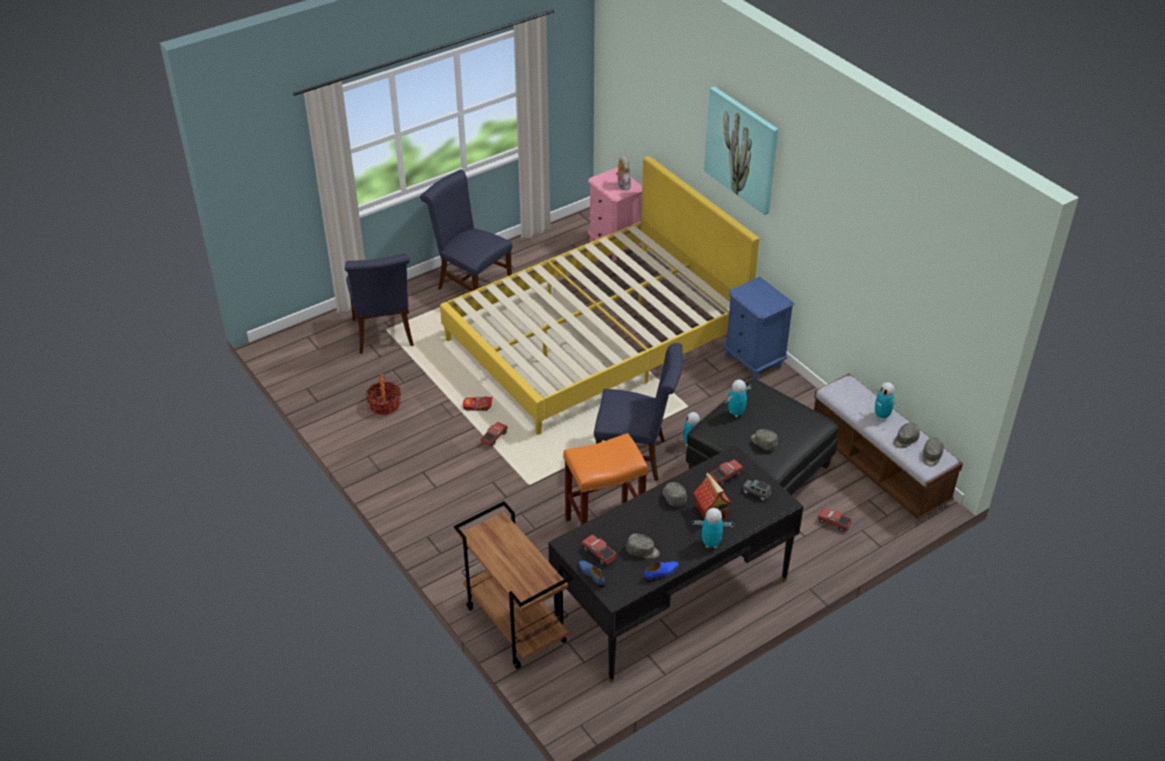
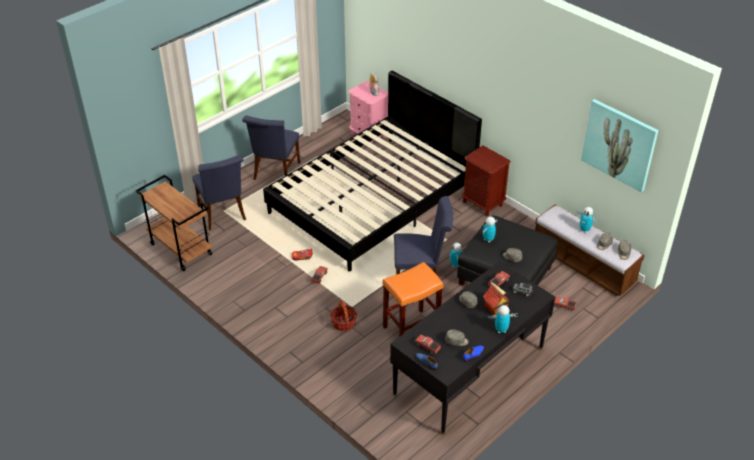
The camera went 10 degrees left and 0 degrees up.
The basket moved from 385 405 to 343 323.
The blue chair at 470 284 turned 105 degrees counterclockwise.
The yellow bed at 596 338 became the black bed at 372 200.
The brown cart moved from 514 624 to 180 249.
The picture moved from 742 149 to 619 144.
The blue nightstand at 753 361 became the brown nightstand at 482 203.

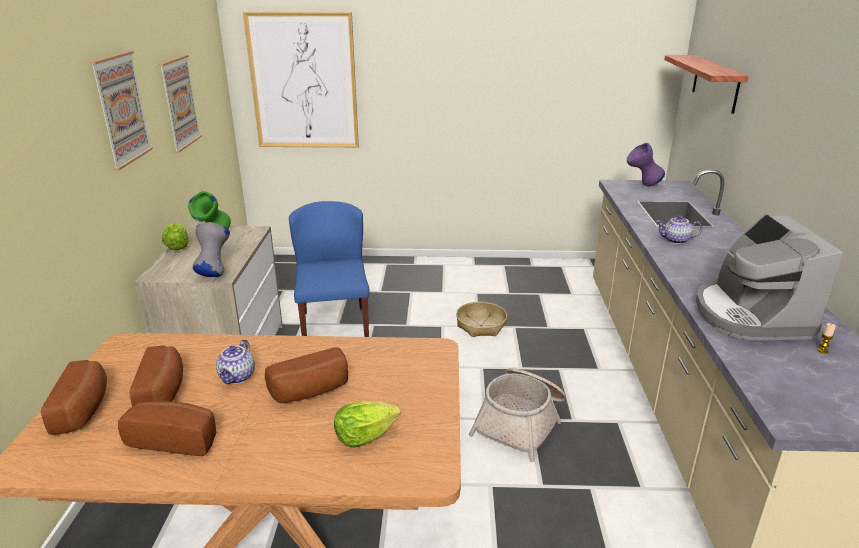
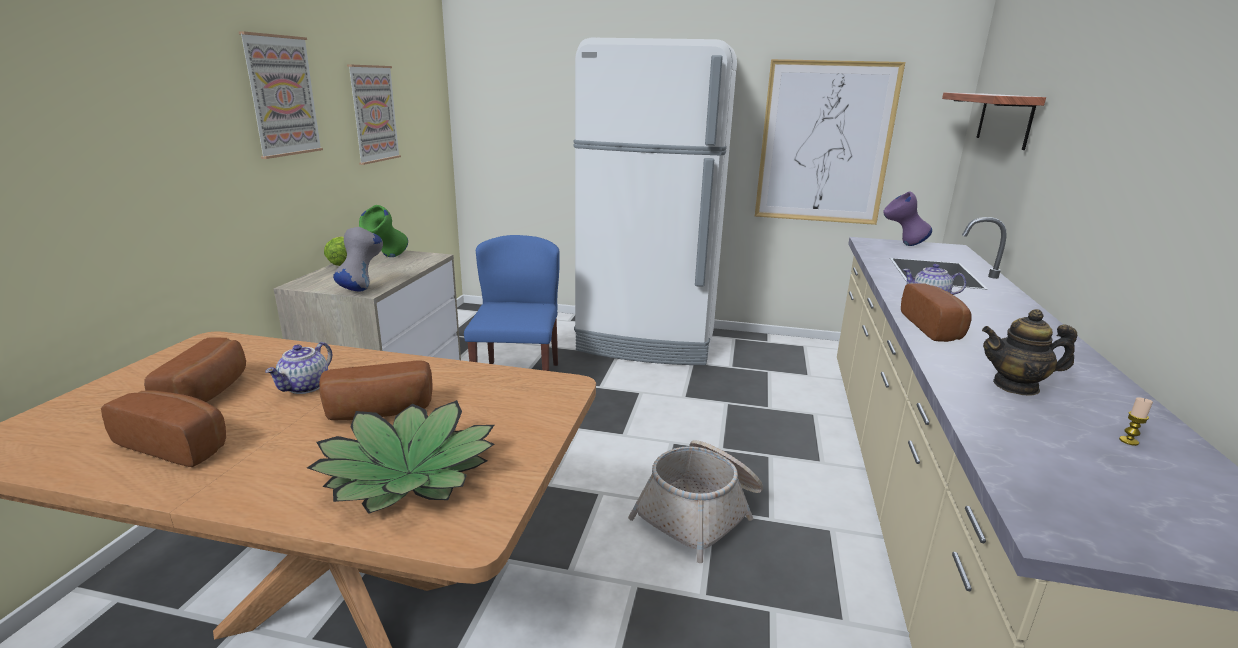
The camera went 10 degrees right and 5 degrees down.
The bread moved from 85 408 to 935 328.
The picture moved from 303 82 to 824 143.
The lettuce at 364 436 was replaced by the potted plant at 409 473.
The basket at 481 326 disappeared.
The coffee machine at 750 315 was replaced by the teapot at 1016 386.
The white fridge at 648 341 appeared.

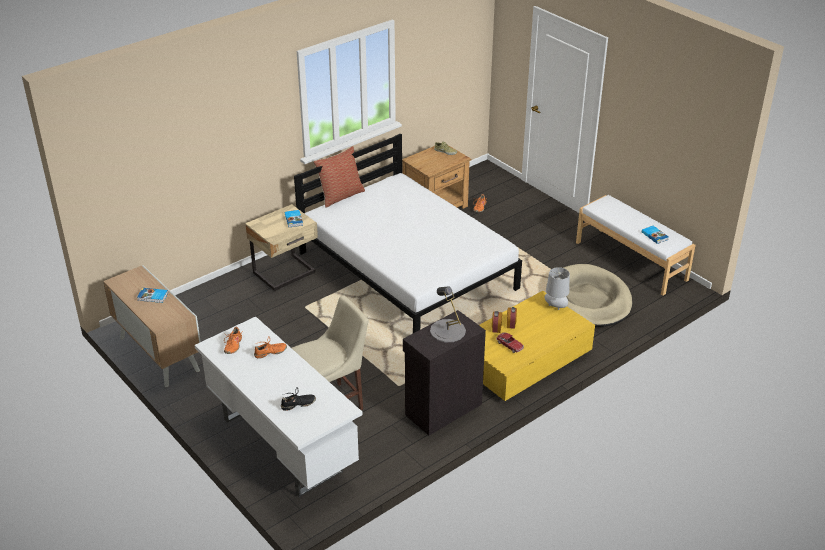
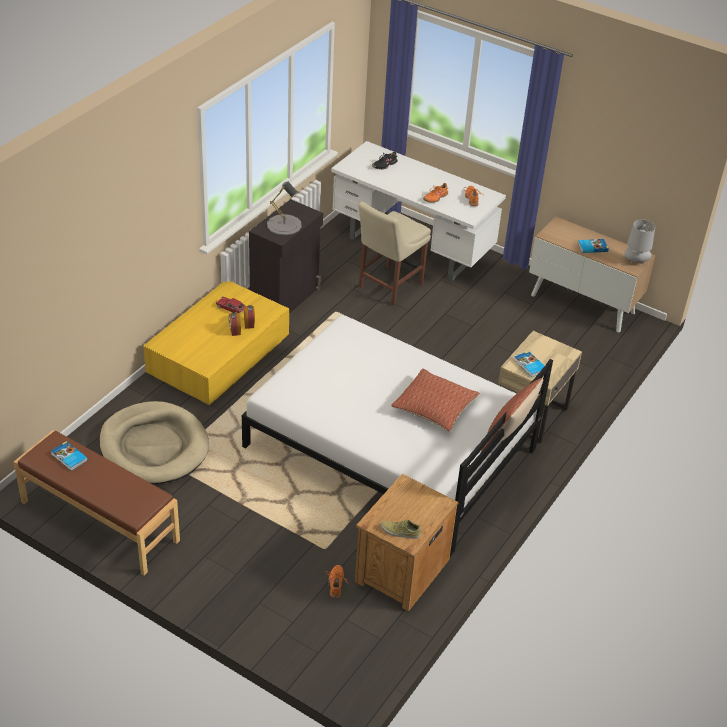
The camera went 160 degrees right and 5 degrees up.
The grey table lamp moved from 556 307 to 635 262.
The white bench at 631 261 became the brown bench at 99 522.
The pillow at 434 408 appeared.

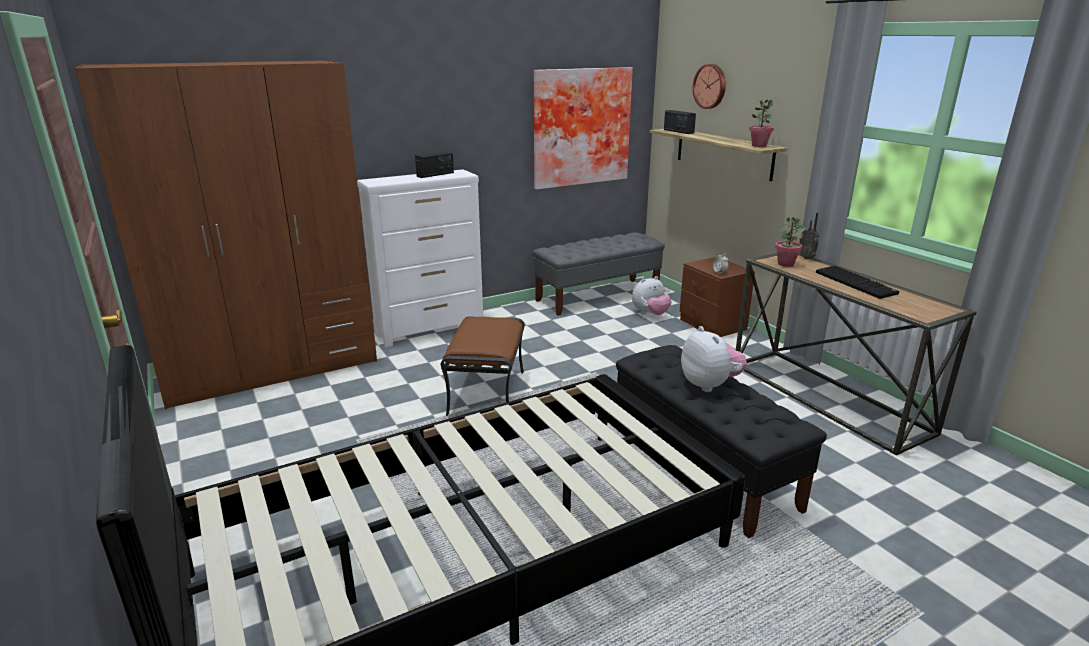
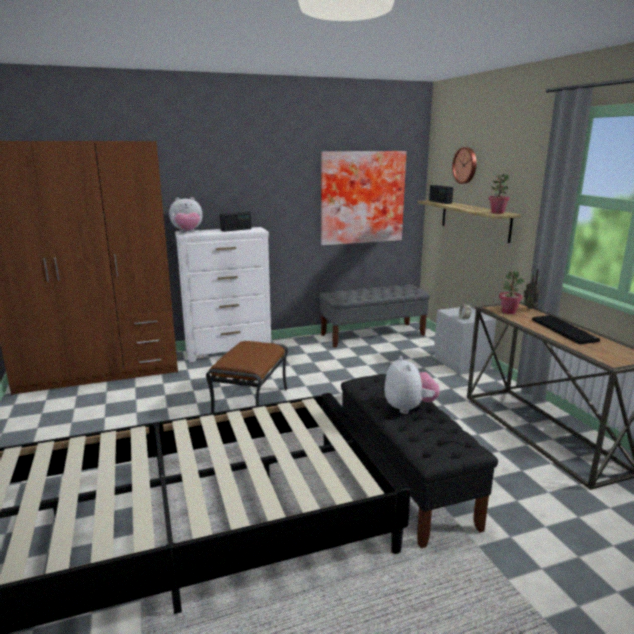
The camera went 10 degrees right and 5 degrees down.
The plush toy moved from 650 314 to 187 232.
The brown nightstand at 712 325 became the grey nightstand at 461 363.

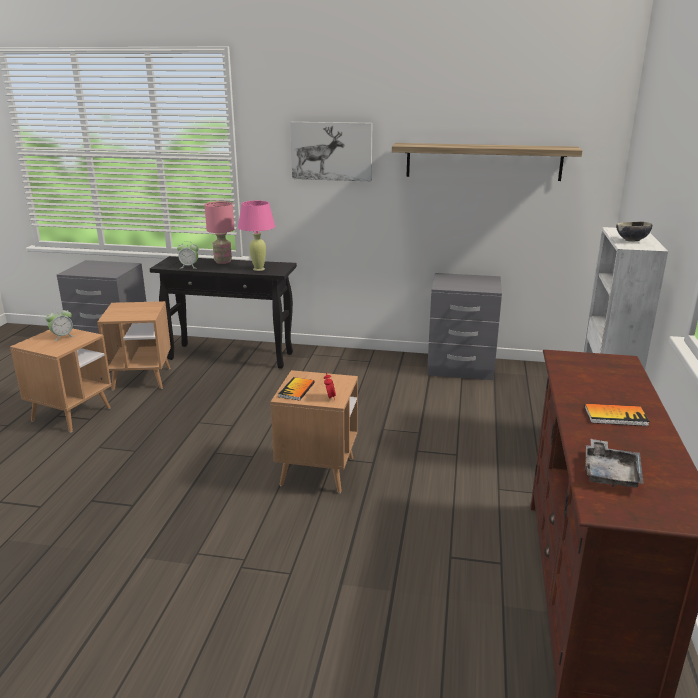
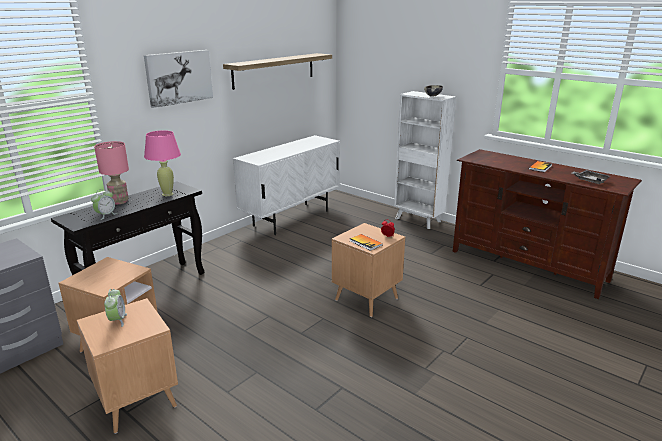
The camera went 60 degrees left and 0 degrees up.
The grey nightstand at 460 368 was replaced by the white cabinet at 291 218.

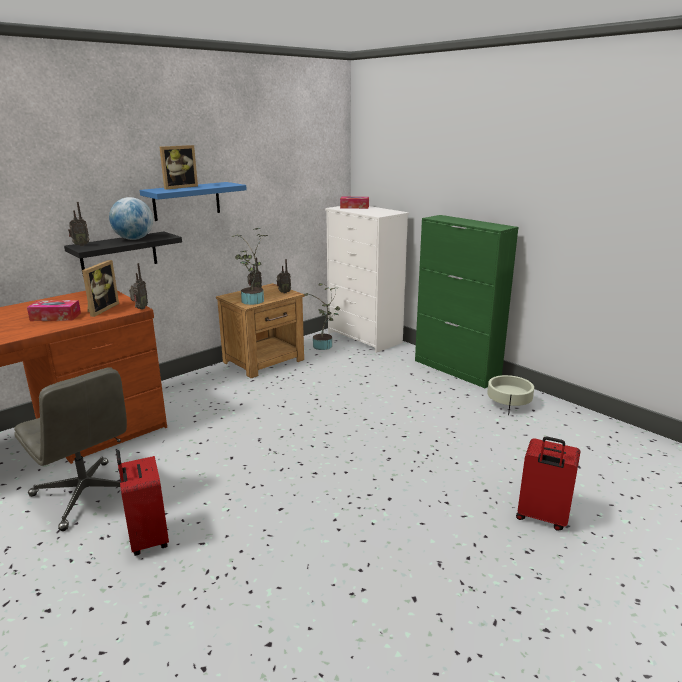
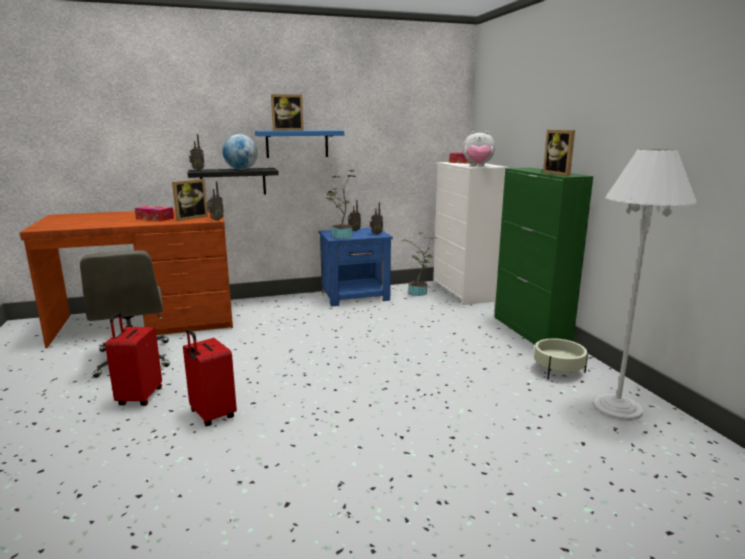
The camera went 25 degrees right and 5 degrees down.
The brown nightstand at 265 361 became the blue nightstand at 356 296.
The red suitcase moved from 541 518 to 211 415.
The plush toy at 477 166 appeared.
The picture frame at 559 174 appeared.
The white floor lamp at 617 408 appeared.

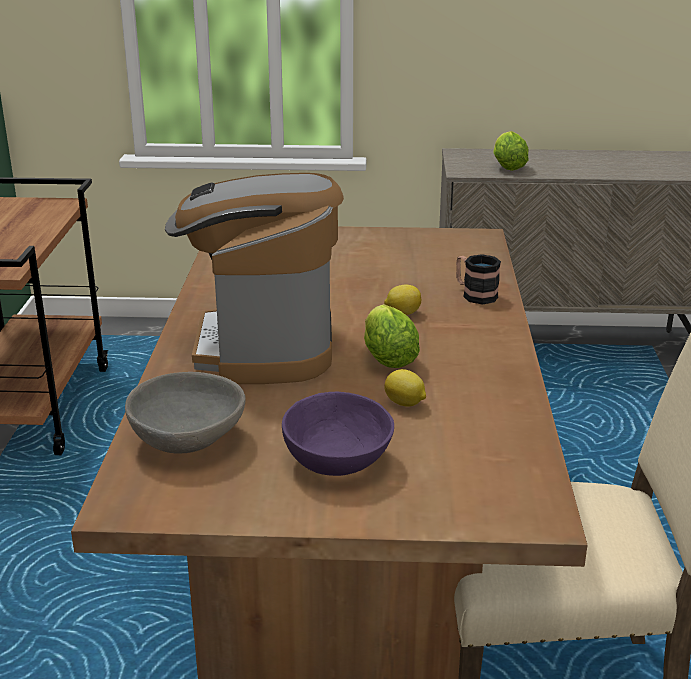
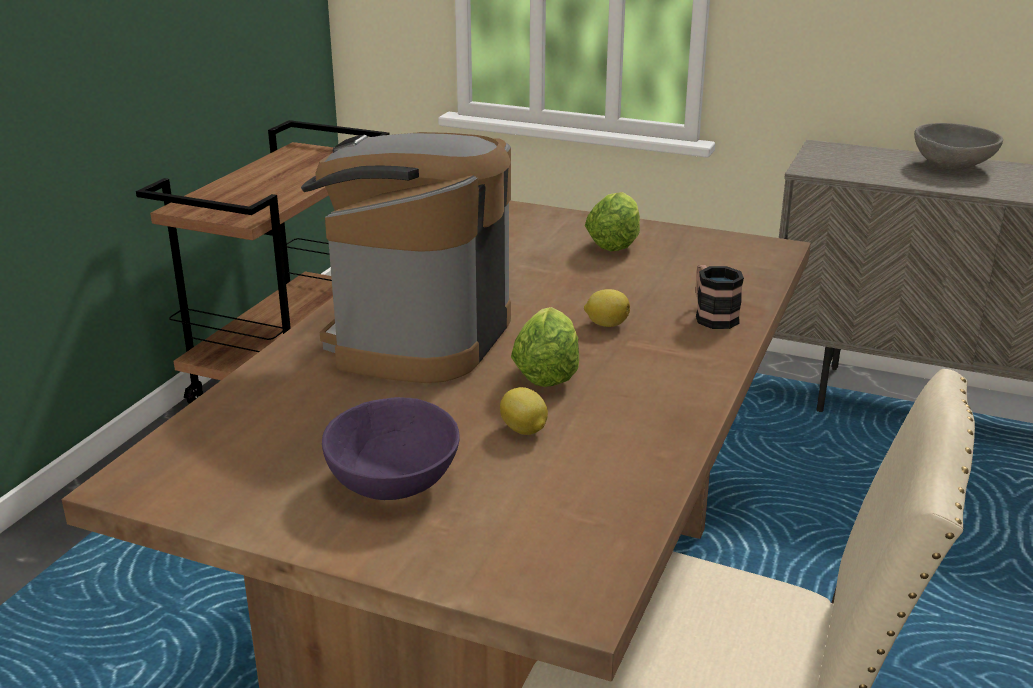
The camera went 20 degrees right and 0 degrees up.
The grey bowl moved from 187 440 to 952 166.
The lettuce moved from 507 166 to 615 242.

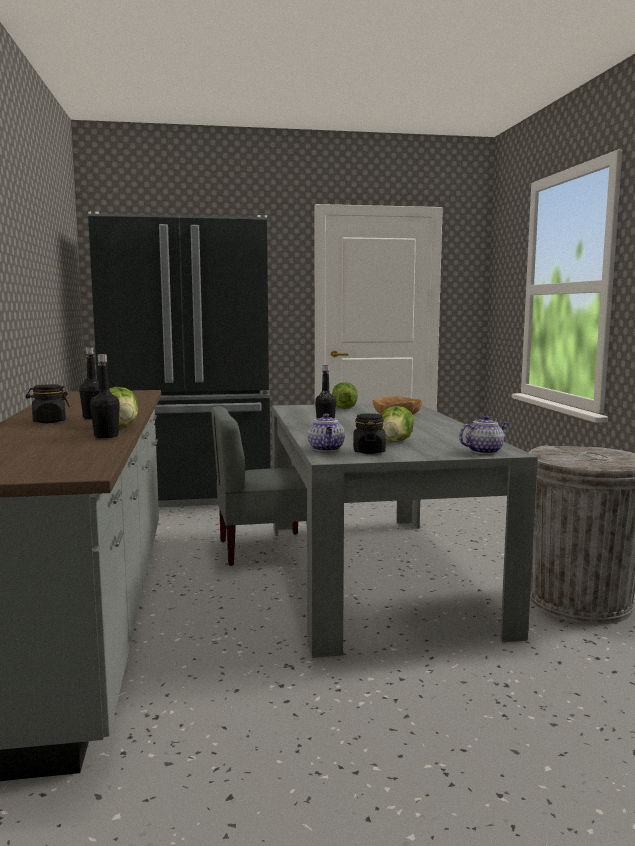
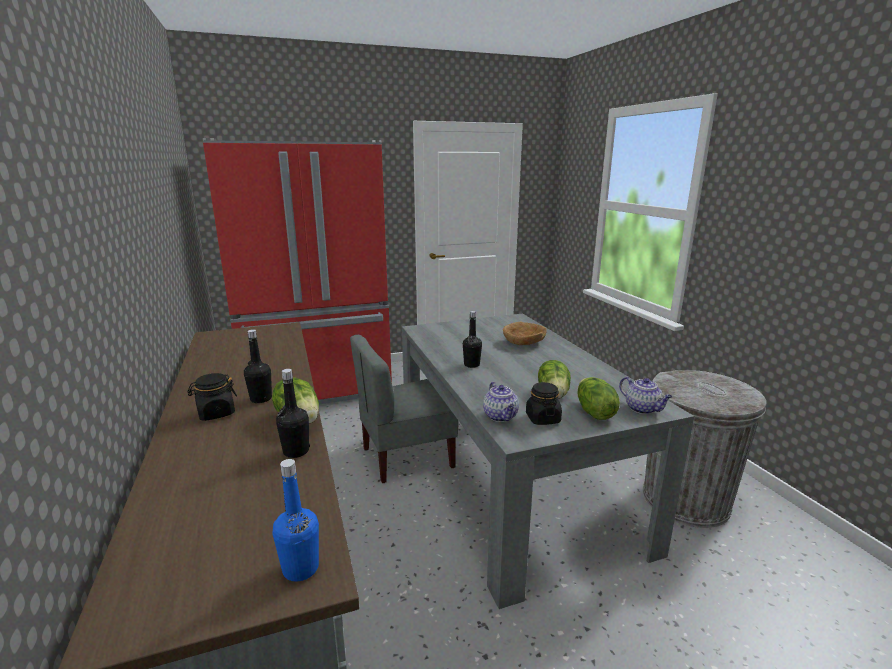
The camera went 10 degrees left and 10 degrees up.
The black fridge at 191 496 became the red fridge at 319 389.
The lettuce moved from 344 408 to 594 412.
The teapot at 484 451 turned 90 degrees clockwise.
The blue bottle at 300 568 appeared.

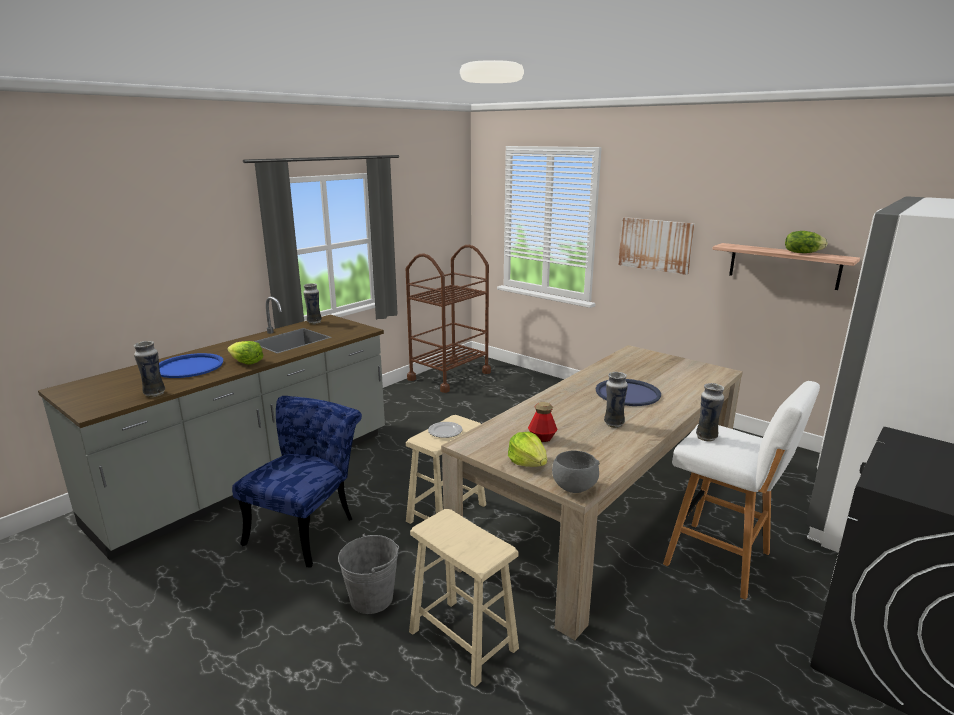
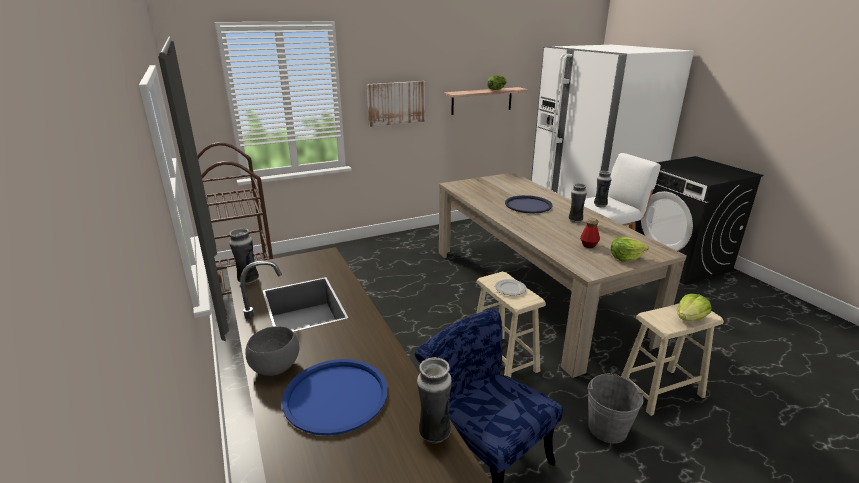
The camera went 65 degrees left and 5 degrees up.
The lettuce moved from 246 362 to 690 318.
The grey bowl moved from 573 487 to 275 368.

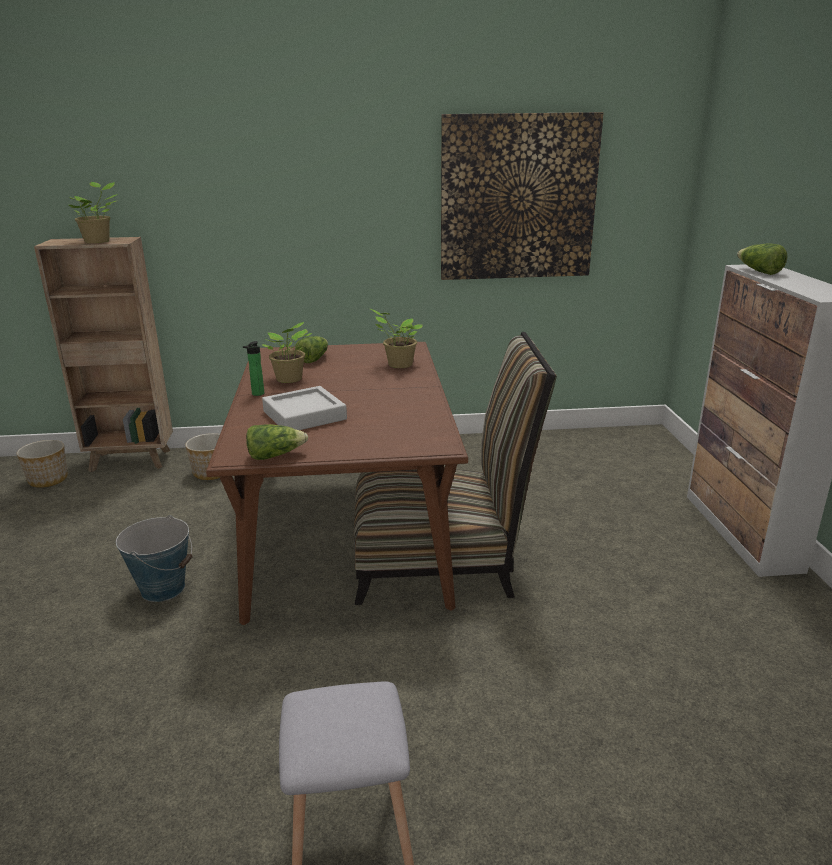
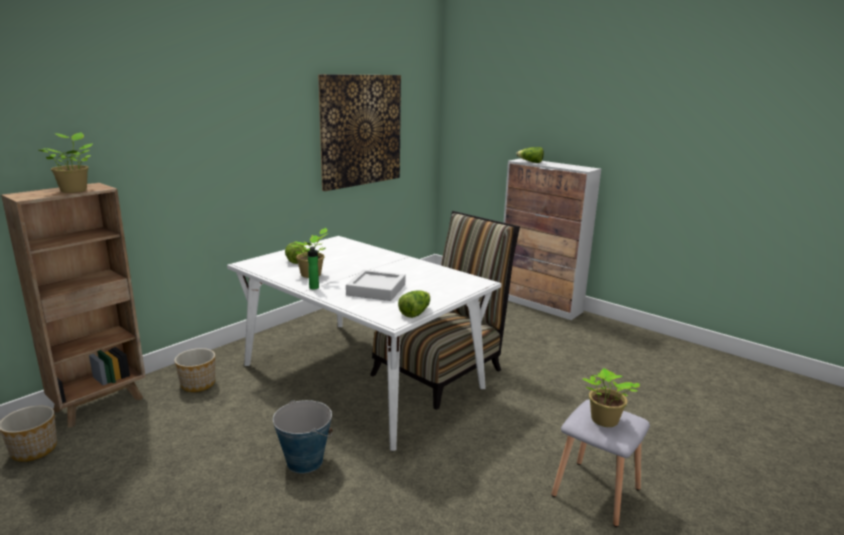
The camera went 45 degrees left and 5 degrees down.
The brown dining table at 348 528 became the white dining table at 363 376.
The potted plant moved from 398 364 to 603 421.

